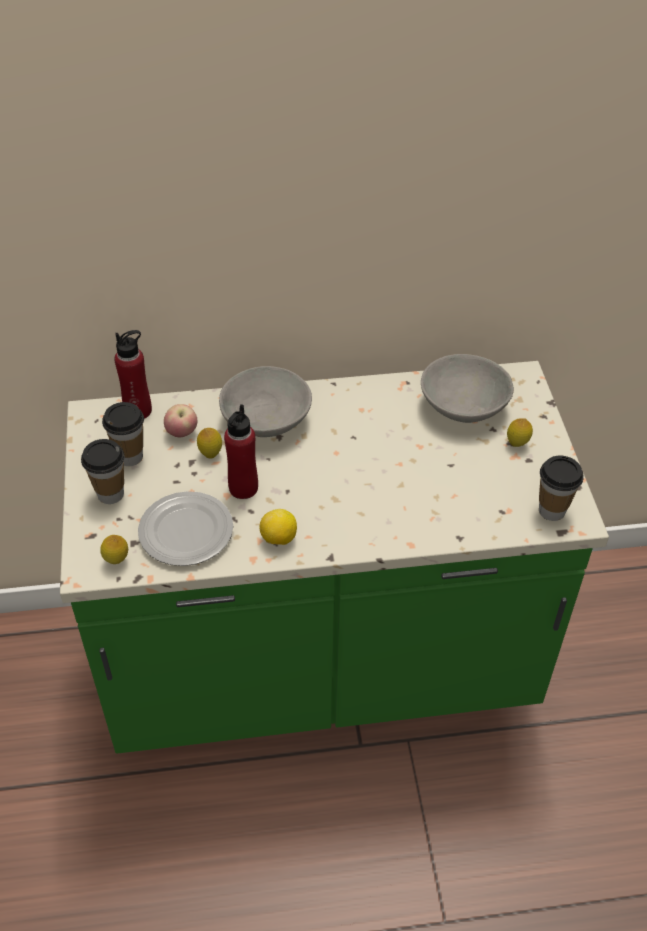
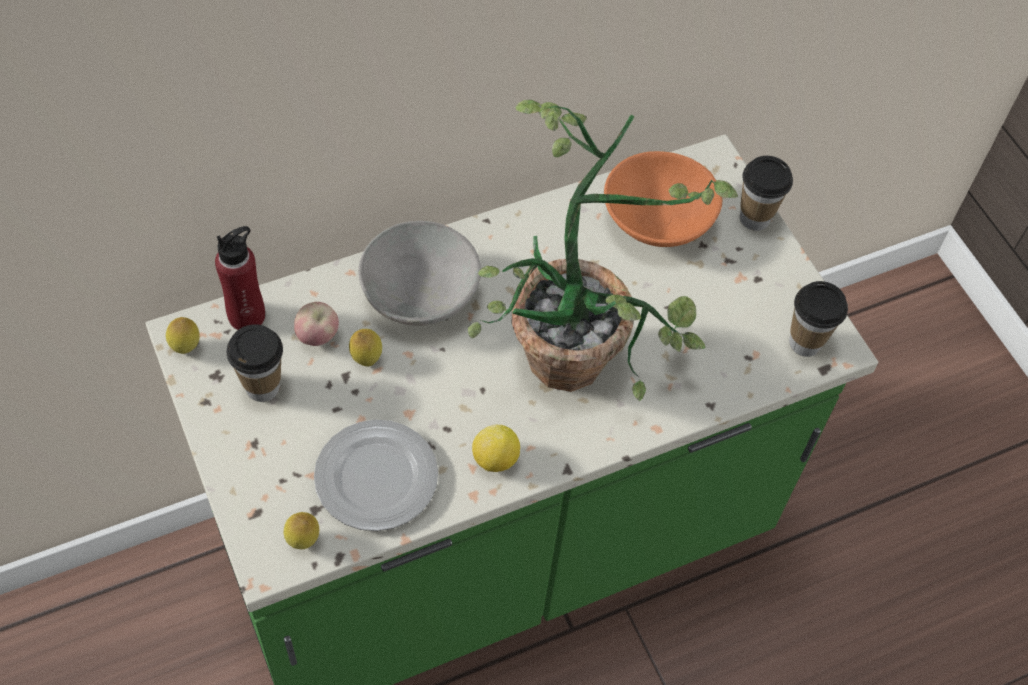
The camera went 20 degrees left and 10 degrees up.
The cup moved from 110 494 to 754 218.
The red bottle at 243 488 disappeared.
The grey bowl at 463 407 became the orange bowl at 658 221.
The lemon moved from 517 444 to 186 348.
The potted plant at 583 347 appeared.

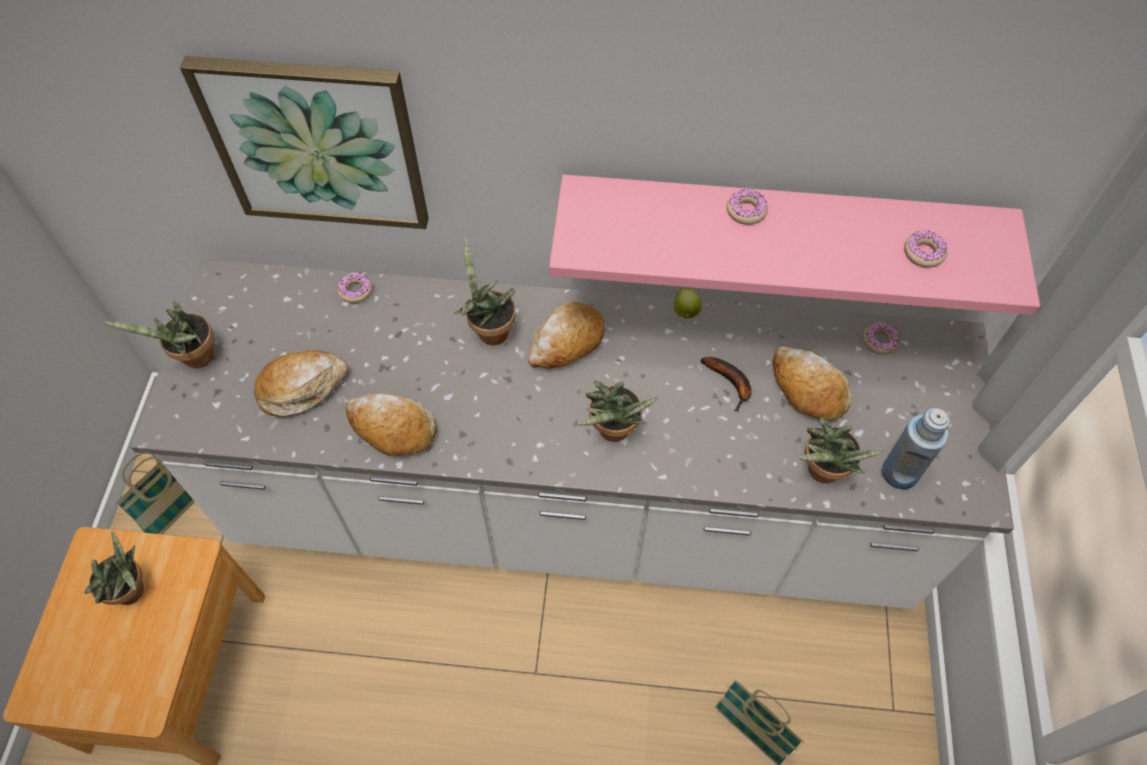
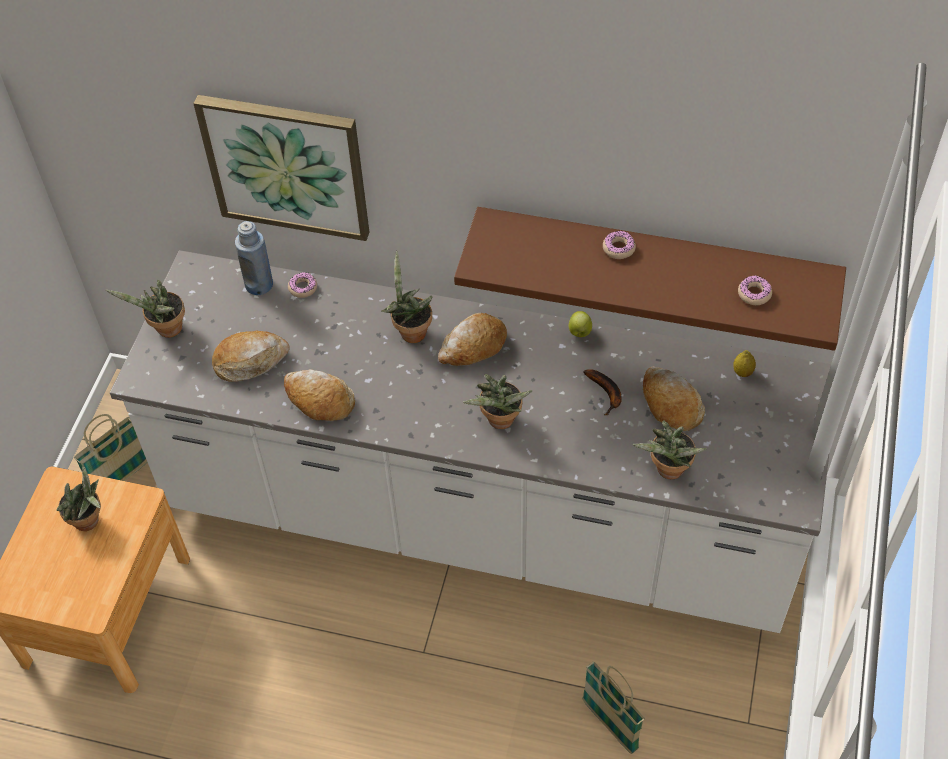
The camera went 10 degrees right and 5 degrees down.
The pink shelf at 780 222 became the brown shelf at 654 261.
The donut at 879 341 was replaced by the lemon at 742 372.
The blue bottle moved from 899 472 to 259 285.

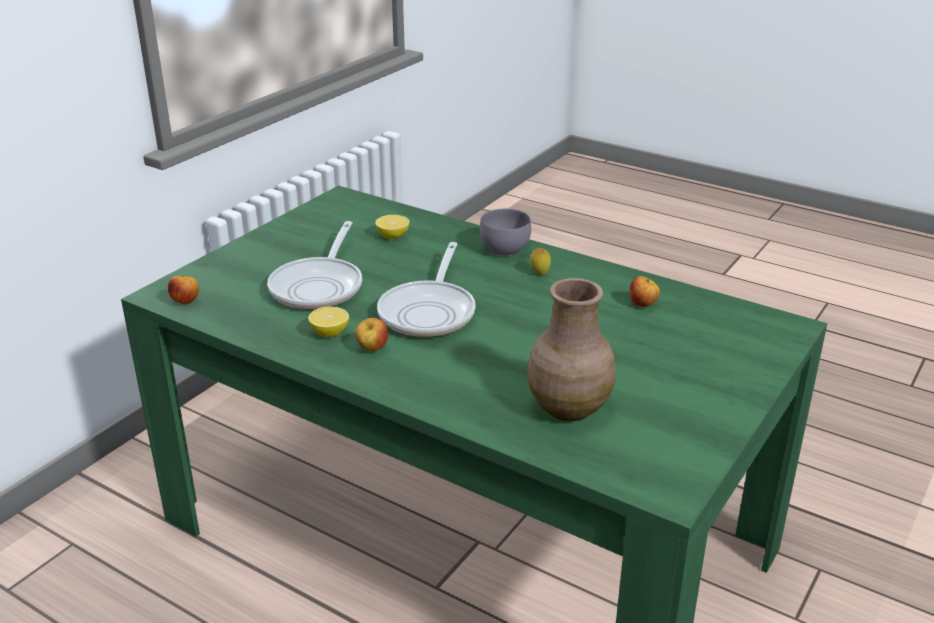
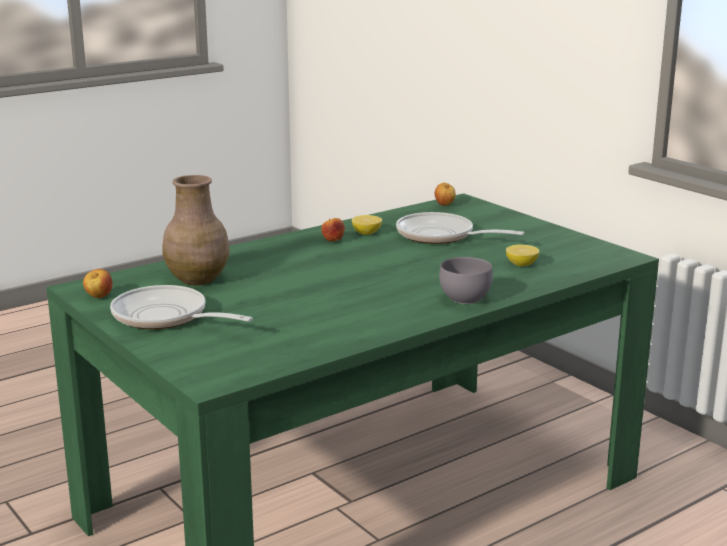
The camera went 110 degrees right and 10 degrees down.
The frying pan moved from 429 311 to 166 317.
The lemon at 539 274 disappeared.
The apple moved from 643 305 to 98 297.

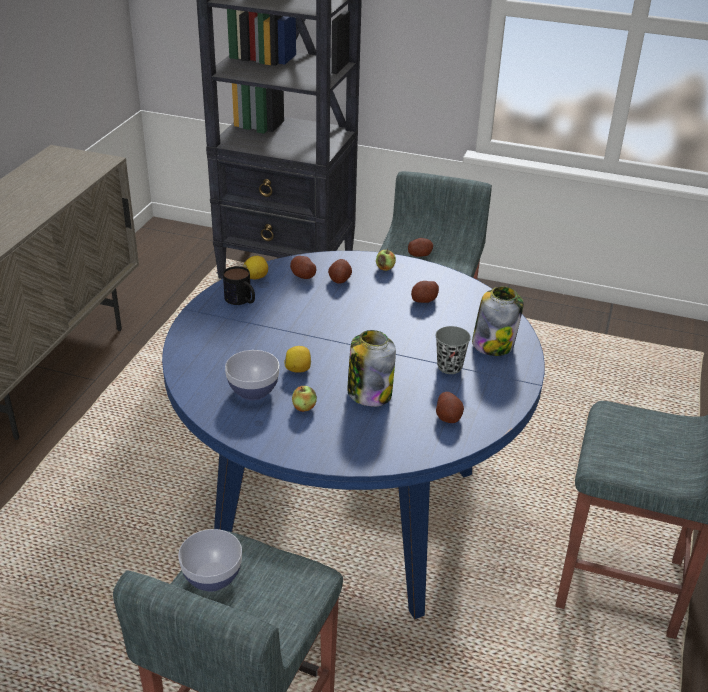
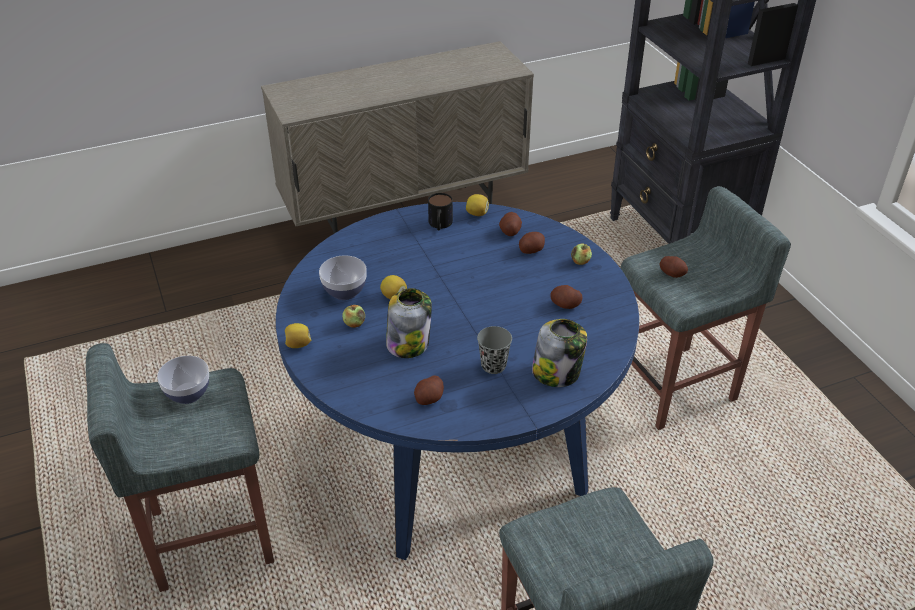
The camera went 50 degrees right and 5 degrees up.
The lemon at 298 344 appeared.

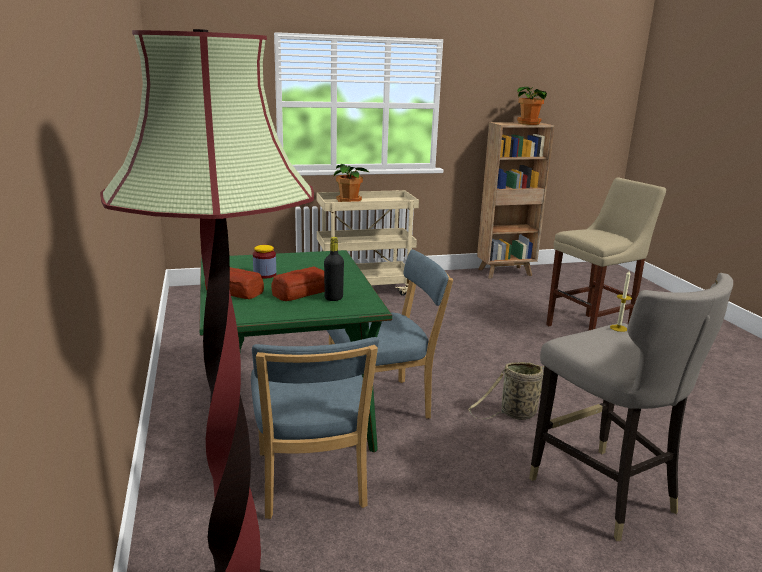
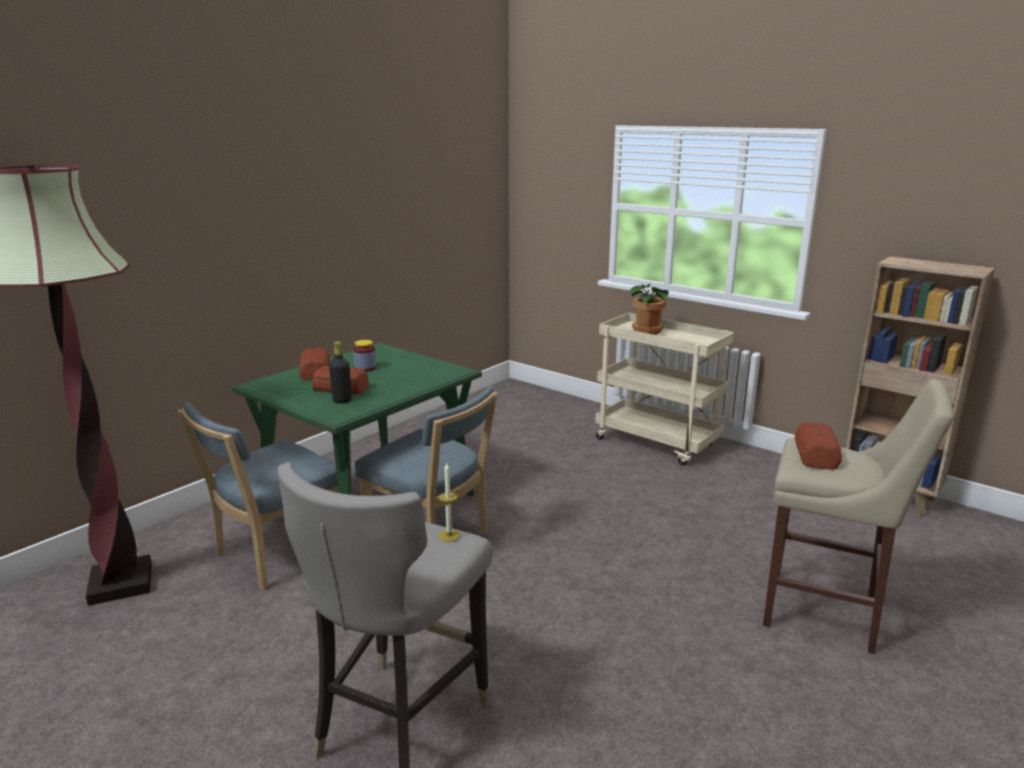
The camera went 55 degrees right and 0 degrees up.
The basket at 515 414 disappeared.
The potted plant at 529 123 disappeared.
The bread at 816 454 appeared.

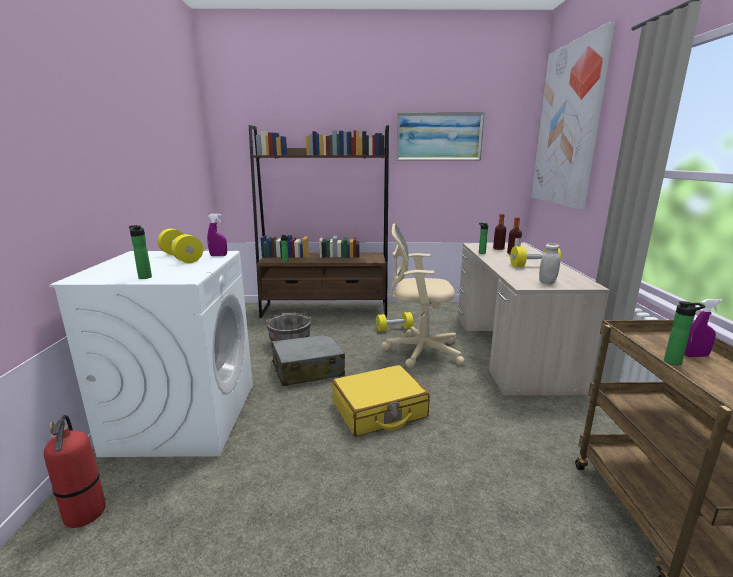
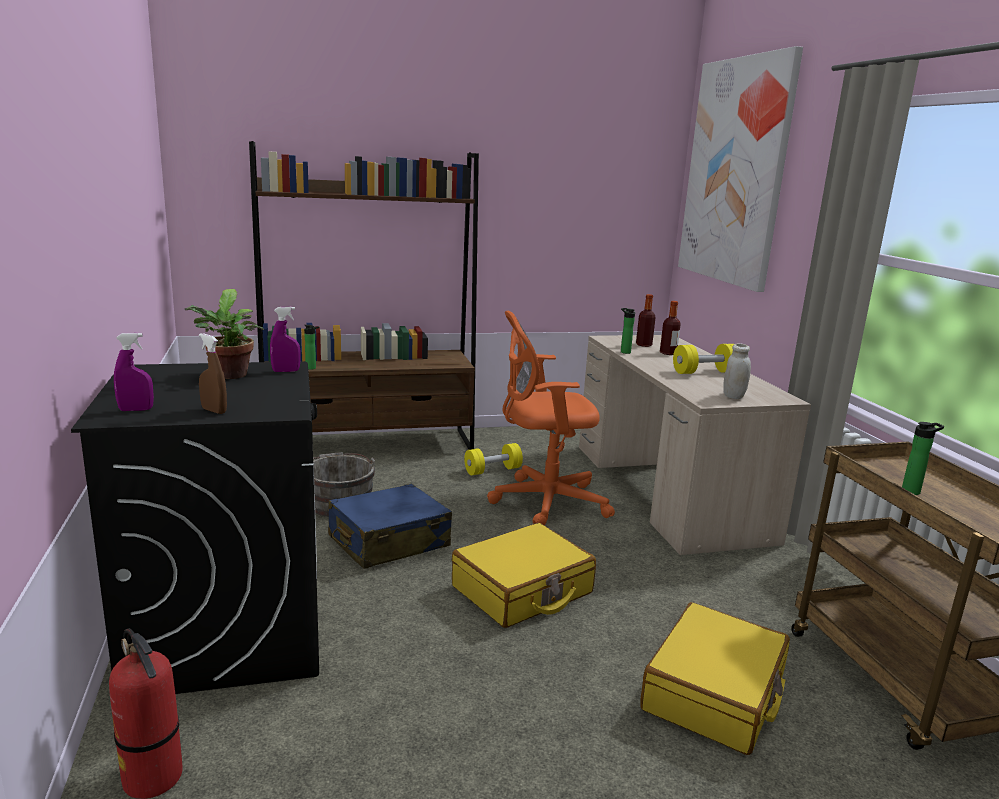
The camera went 15 degrees left and 0 degrees up.
The white washing machine at 184 416 became the black washing machine at 227 627.
The bottle at 144 277 was replaced by the brown spray bottle at 214 411.
The yellow dumbbell at 181 258 was replaced by the potted plant at 229 376.
The grey suitcase at 307 370 became the blue suitcase at 388 542.
The beige office chair at 419 351 became the orange office chair at 543 501.
The picture at 439 136 disappeared.
The purple spray bottle moved from 695 356 to 136 410.
The yellow suitcase at 714 693 appeared.

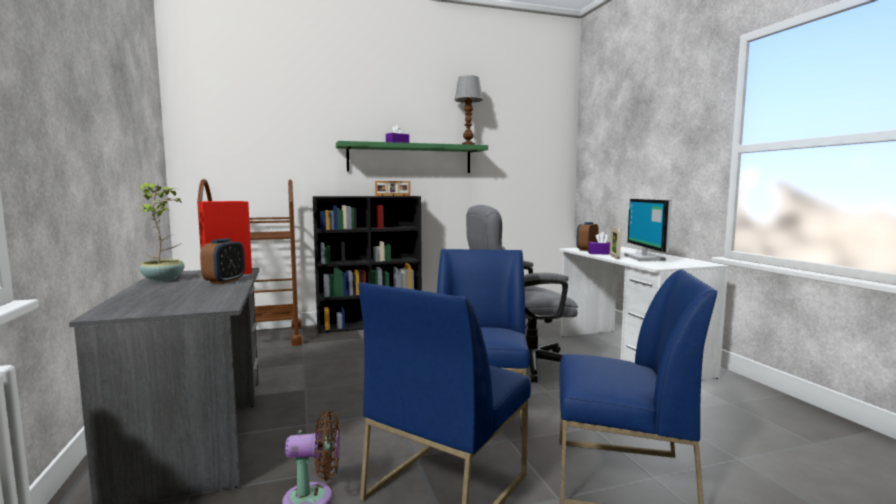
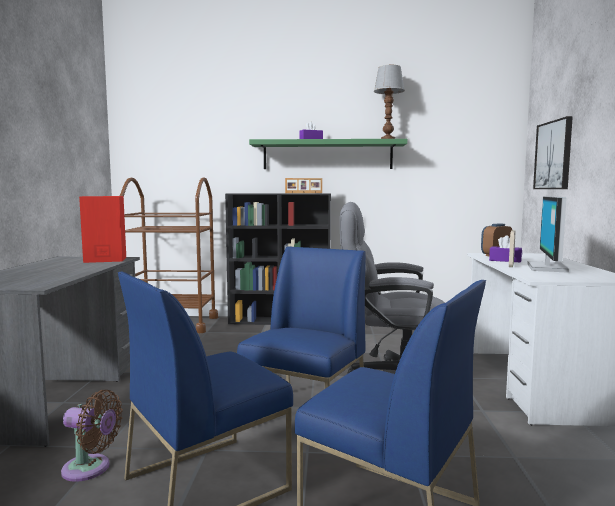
The camera went 20 degrees right and 0 degrees up.
The potted plant at 164 279 disappeared.
The alarm clock at 224 281 disappeared.
The picture at 553 155 appeared.

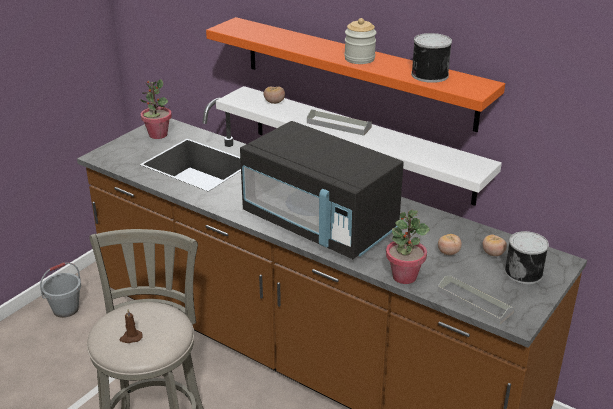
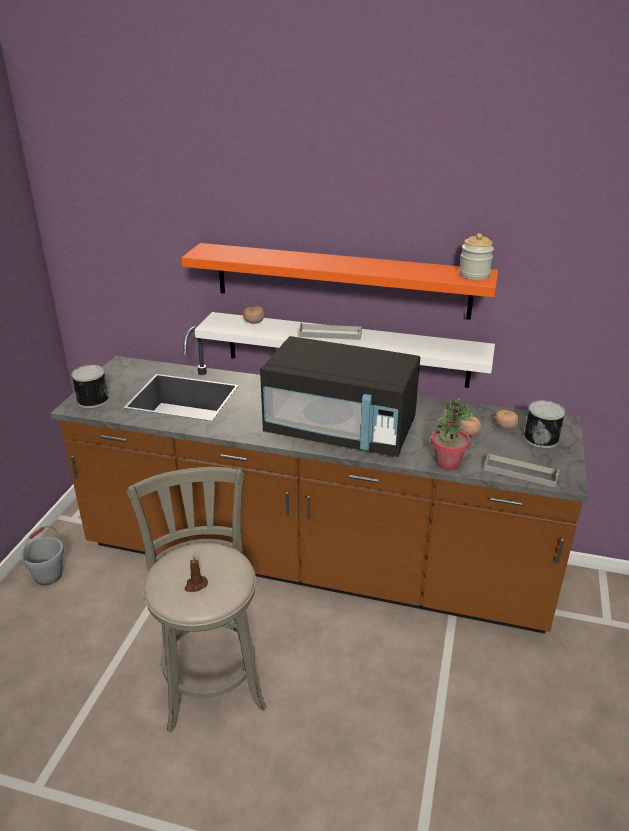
The camera went 20 degrees left and 0 degrees up.
The potted plant at 158 135 disappeared.
The jar moved from 359 59 to 474 274.
The can moved from 428 75 to 92 400.

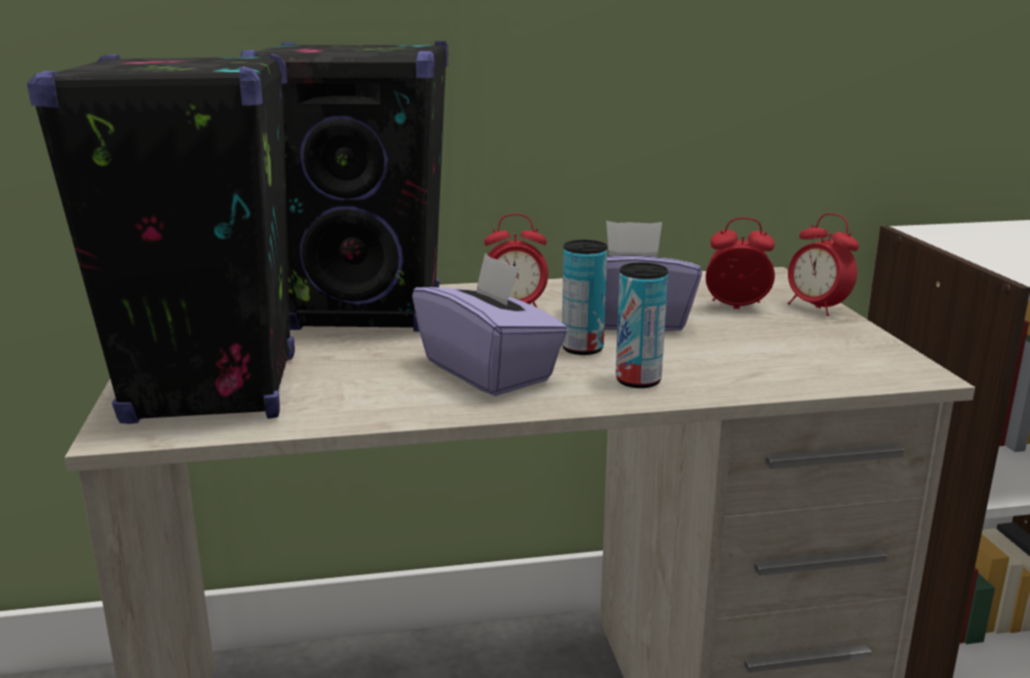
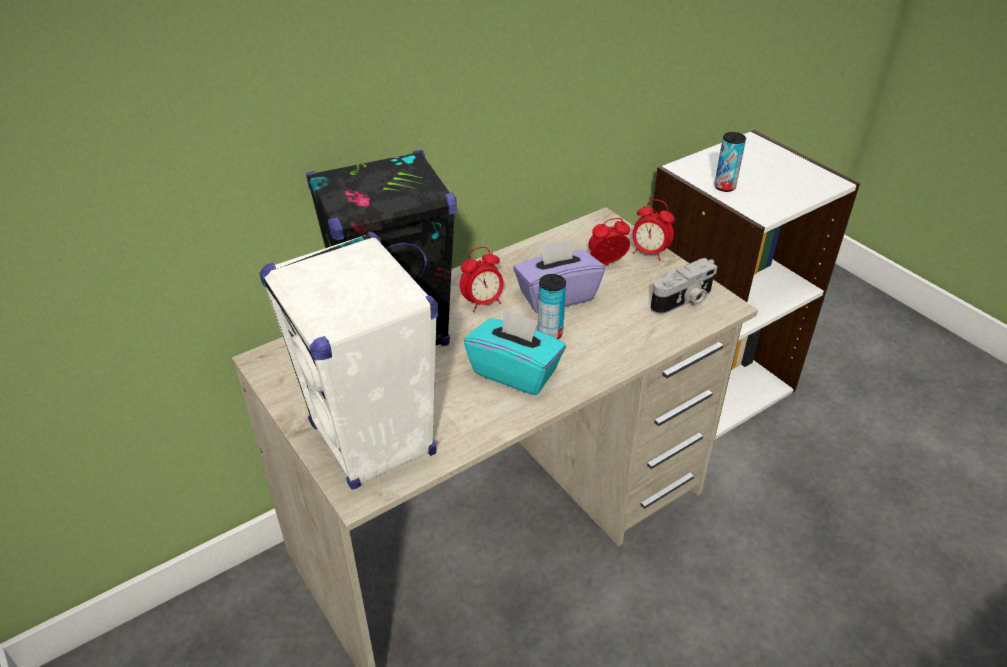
The camera went 25 degrees left and 20 degrees up.
The black speaker at 213 390 became the white speaker at 373 440.
The purple tissue box at 489 371 became the turquoise tissue box at 515 372.
The can moved from 638 380 to 724 187.
The photo camera at 683 301 appeared.

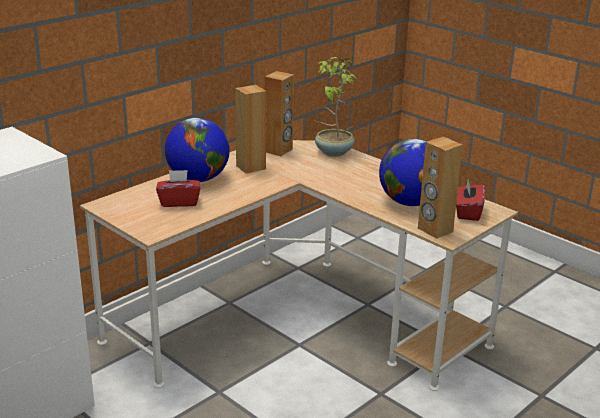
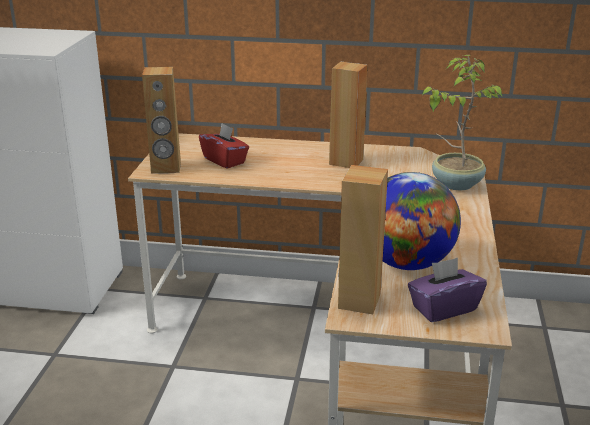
The camera went 55 degrees right and 0 degrees up.
The globe at 198 179 disappeared.
The brown speaker moved from 278 150 to 166 168.
The red tissue box at 467 212 became the purple tissue box at 443 308.

